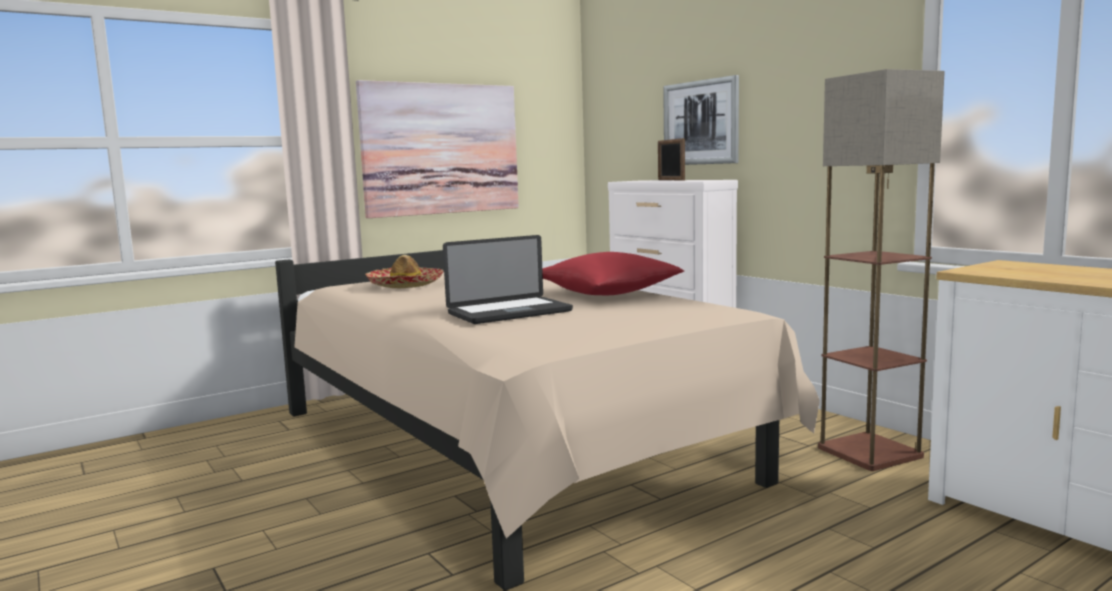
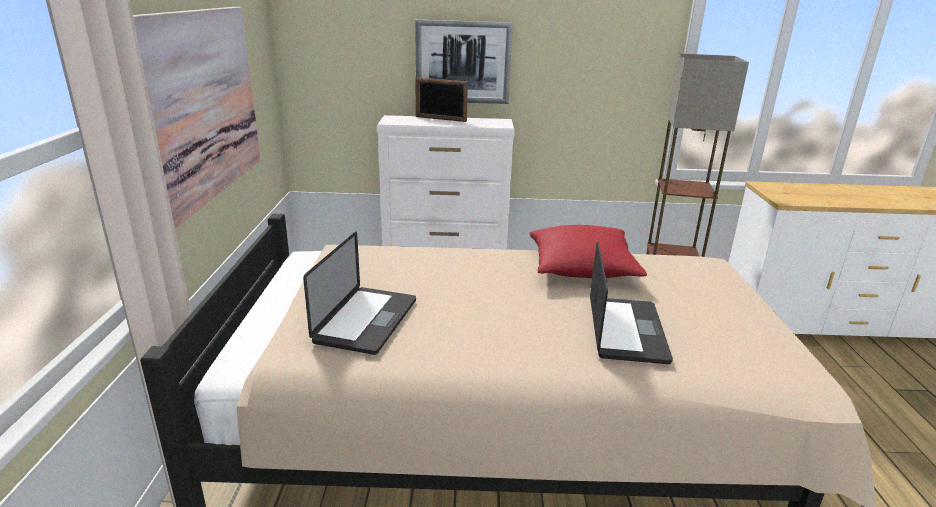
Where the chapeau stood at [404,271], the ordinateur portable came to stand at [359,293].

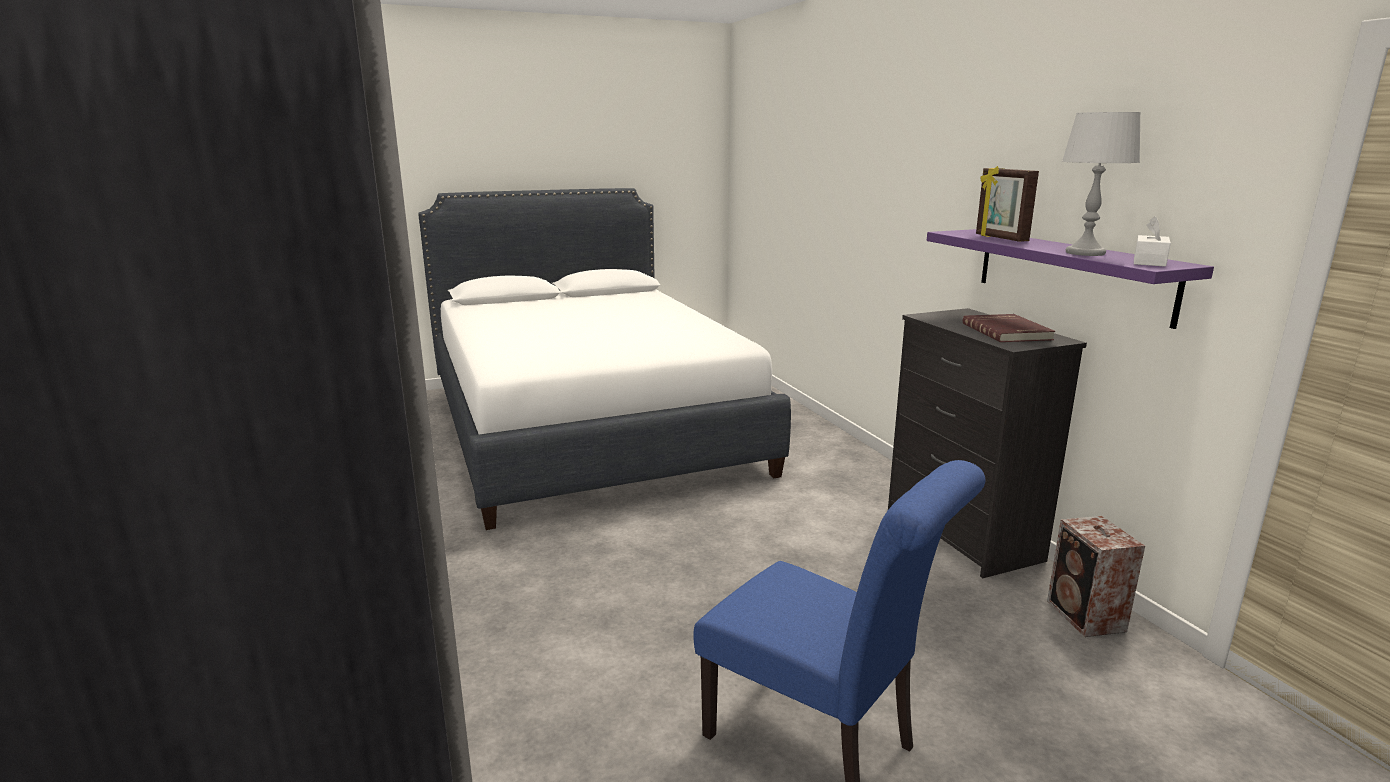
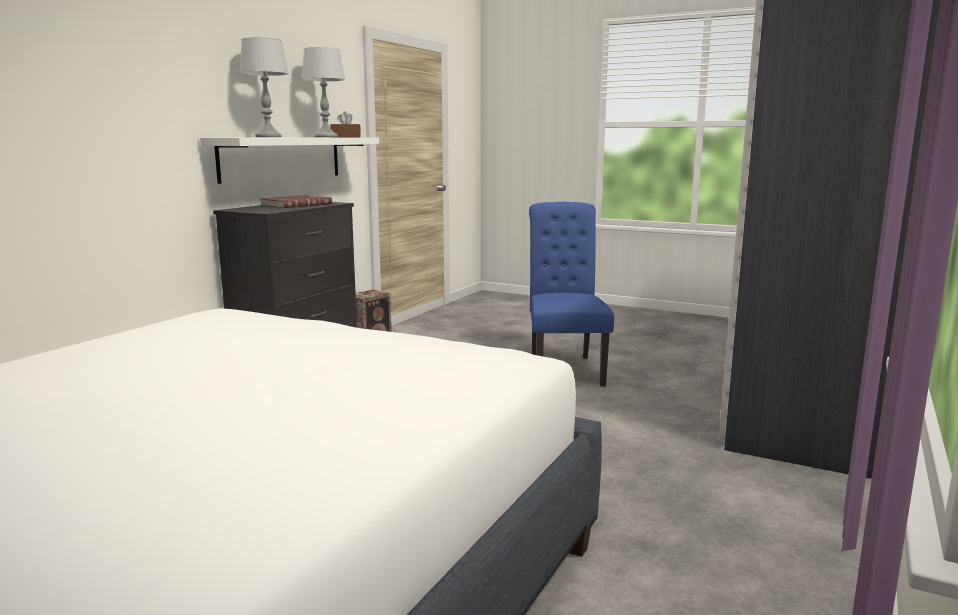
Where the cadre photo stood at [1007,204], the lampe de table/gris came to stand at [264,87].
What was the boîte à mouchoirs/blanc at [1152,241] turned into the boîte à mouchoirs/marron at [345,124].
What was the étagère/violet at [1070,279] turned into the étagère/blanc at [289,161].

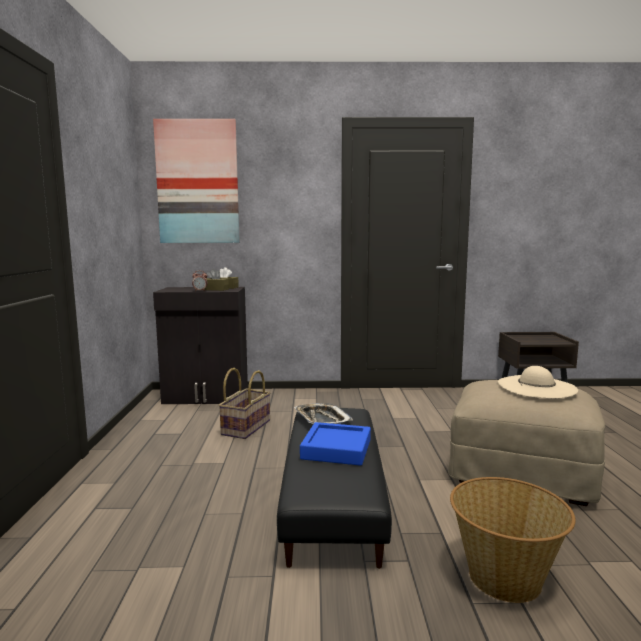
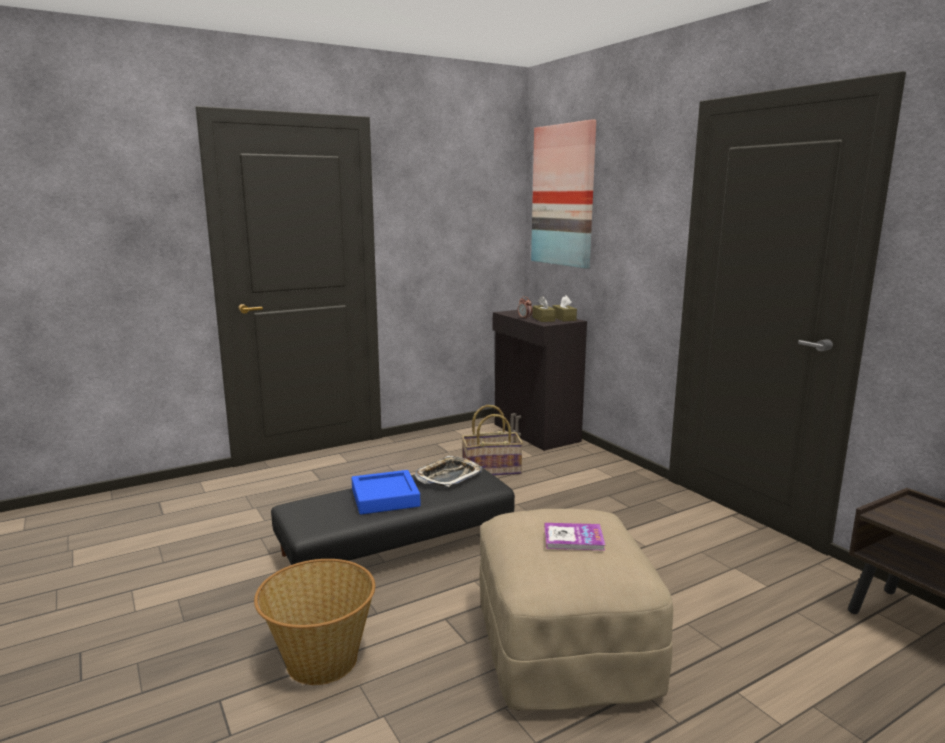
Where the chapeau/beige stood at [538,382], the livre came to stand at [574,537].

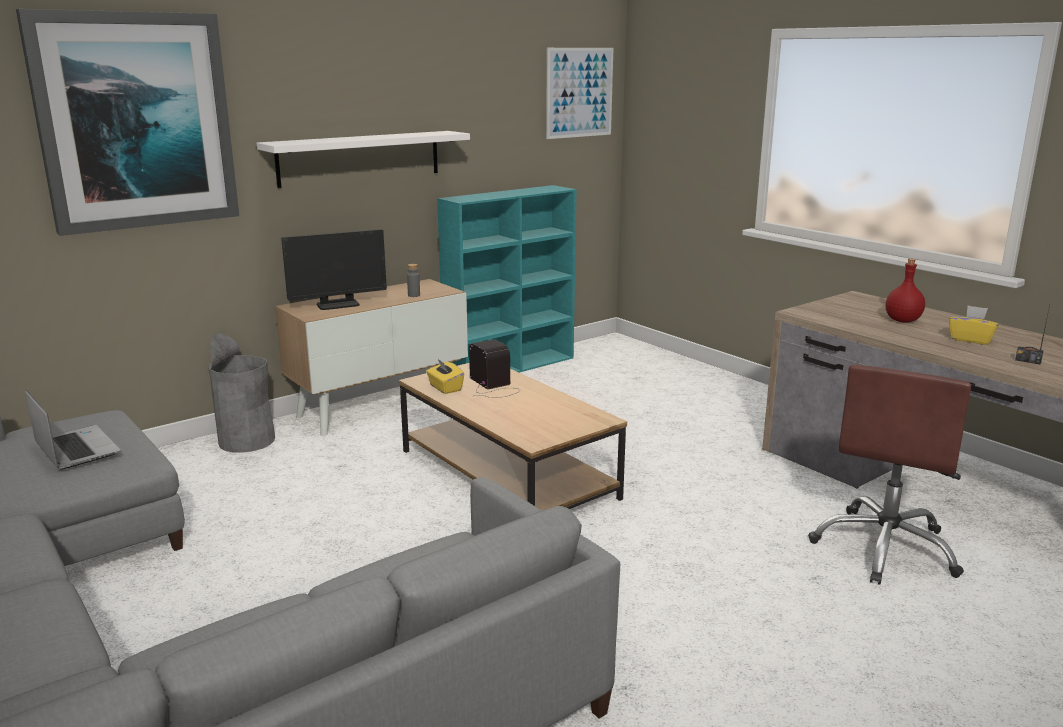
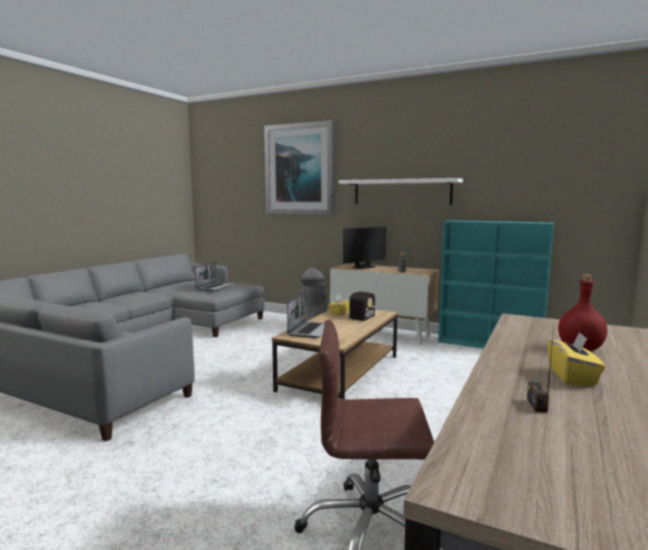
The second view lost the tableau at [579,93].
The écran d'ordinateur at [334,269] ended up facing another way, 75 degrees counterclockwise from before.
The second view gained the ordinateur portable at [310,315].

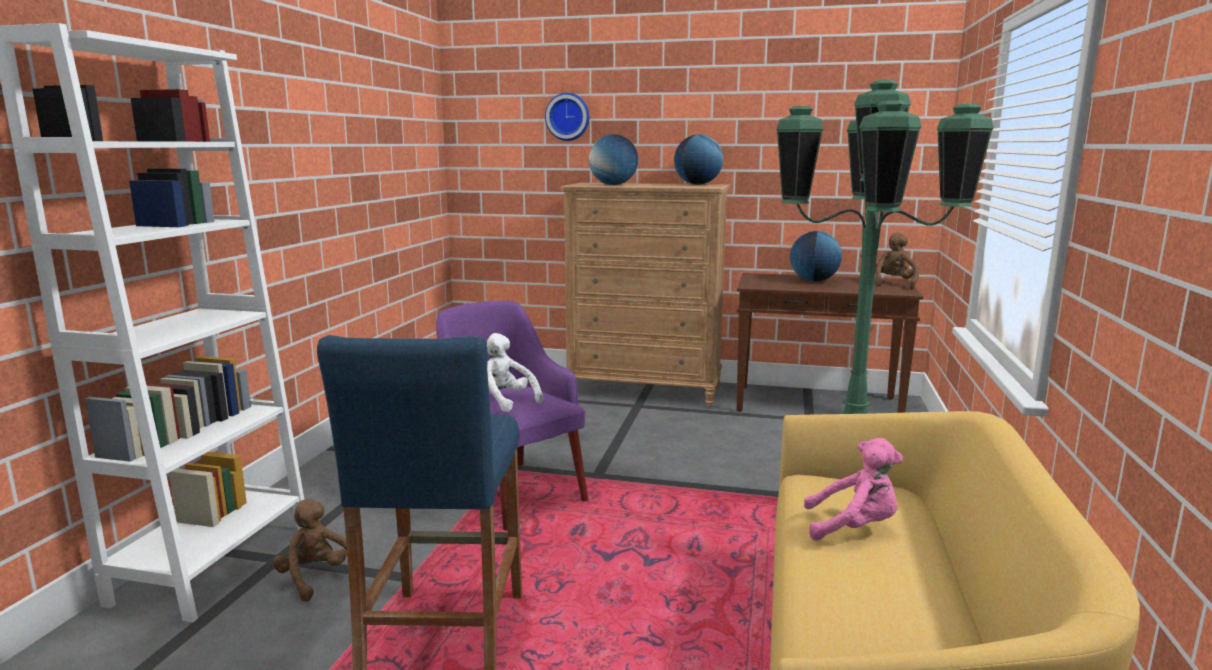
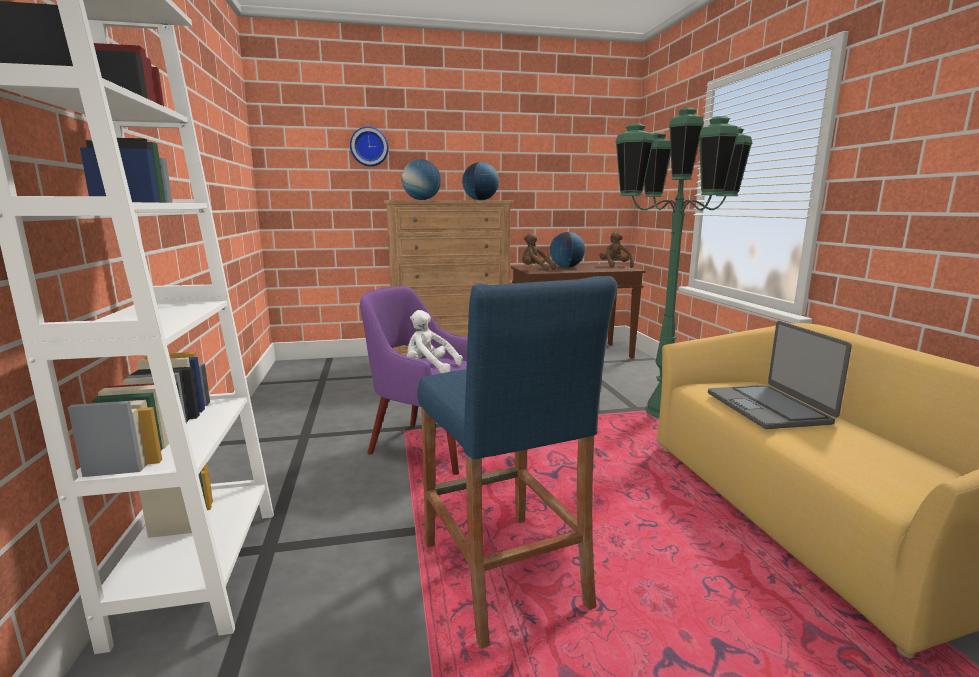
Where the peluche/rose stood at [853,489], the ordinateur portable came to stand at [780,375].
The peluche/marron ended up elsewhere, having gone from [310,550] to [539,252].

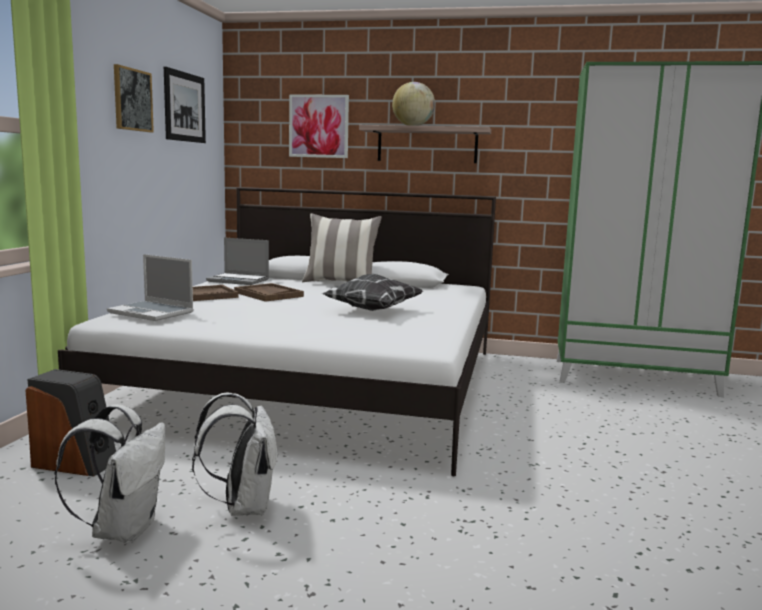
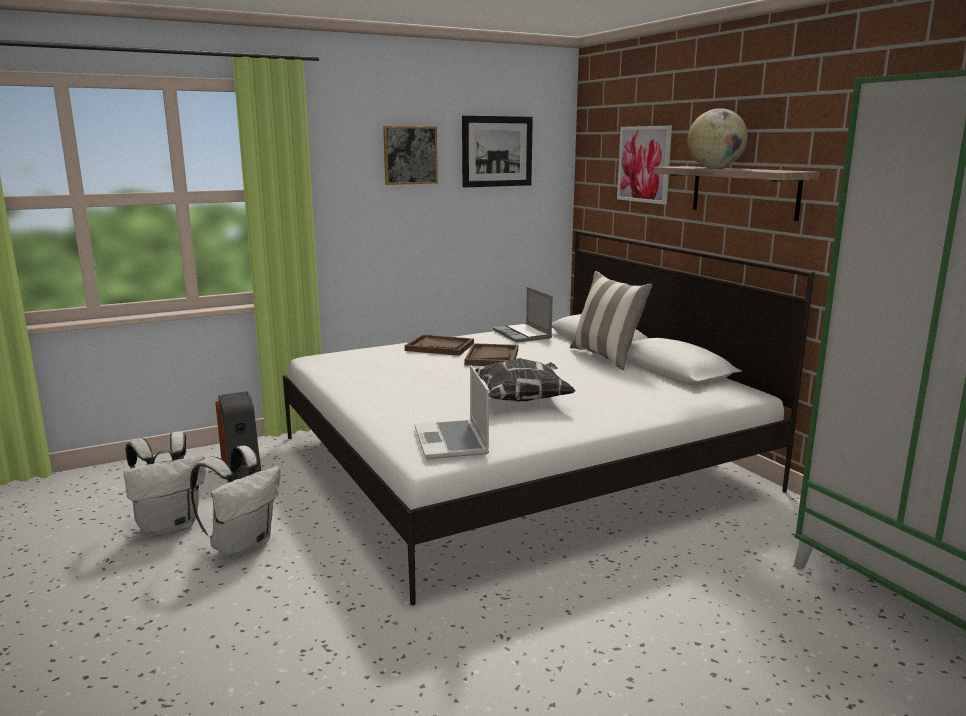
The ordinateur portable ended up elsewhere, having gone from [150,287] to [452,412].

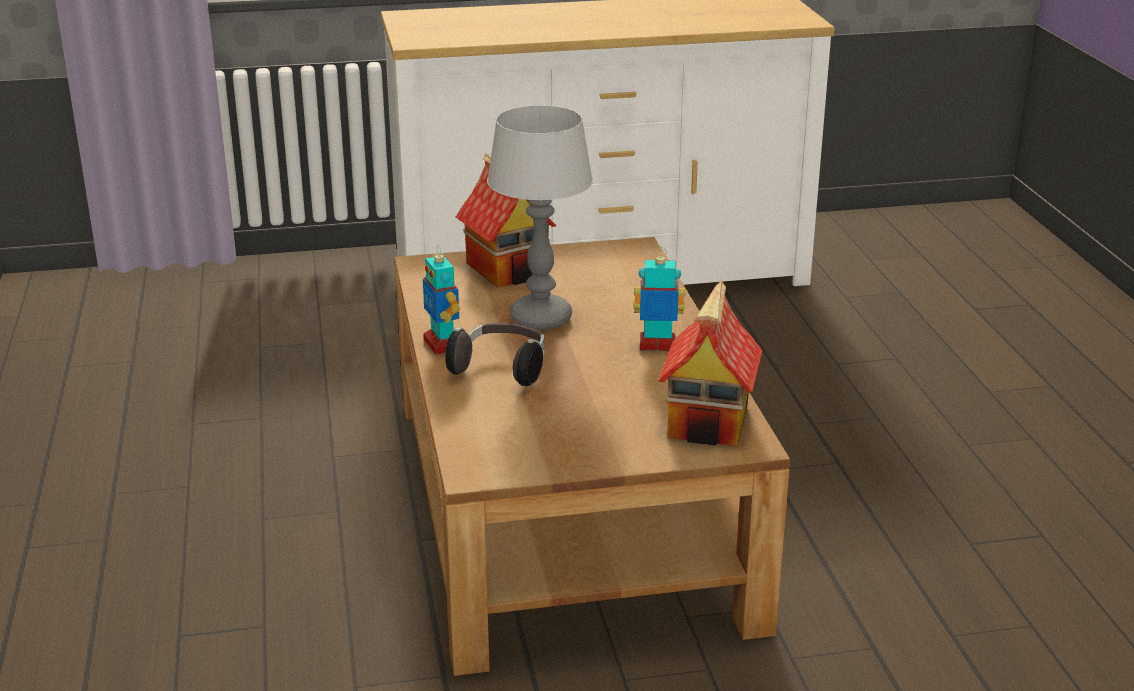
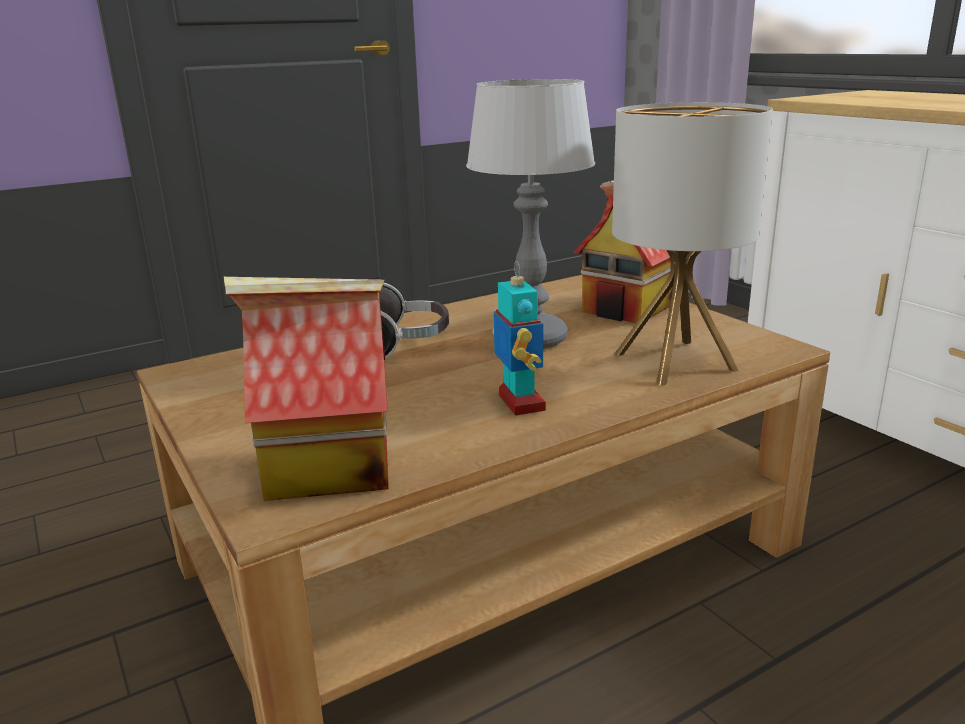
The second view lost the robot jouet at [441,300].
The second view gained the lampe de table at [692,244].

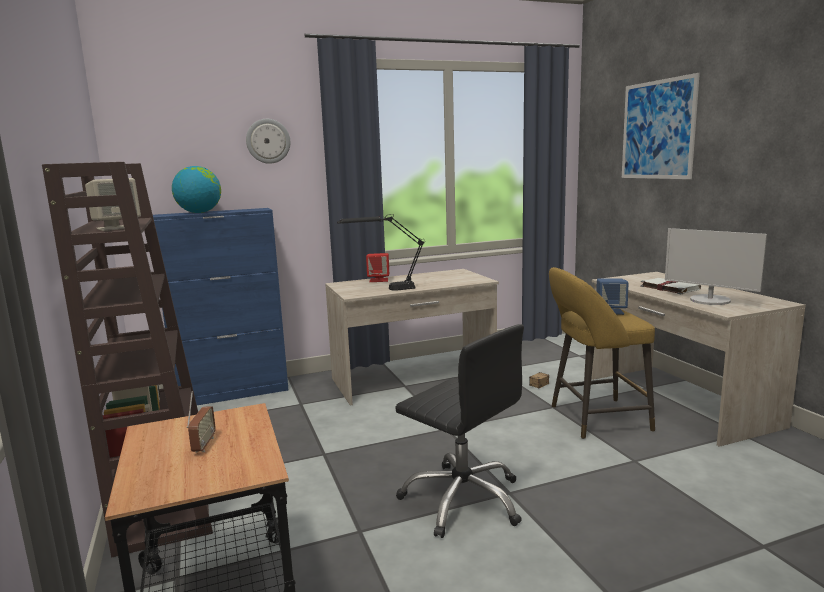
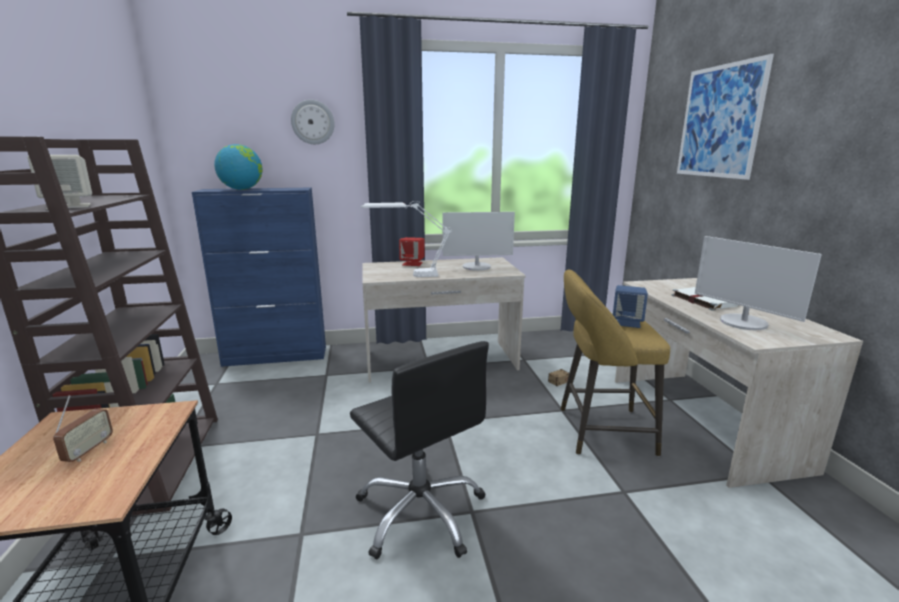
What was the lampe de table/noir at [381,252] turned into the lampe de table/blanc at [406,239].
The second view gained the écran d'ordinateur at [478,241].

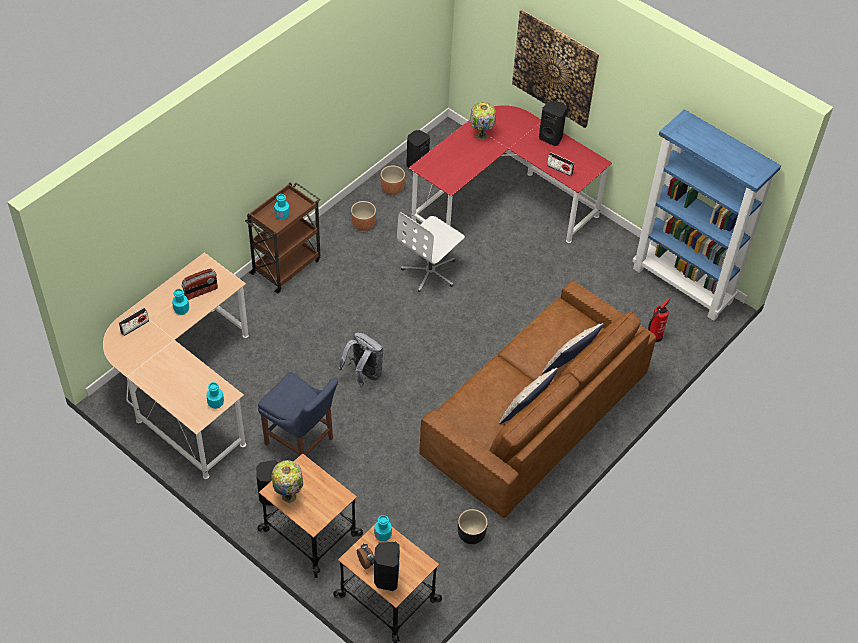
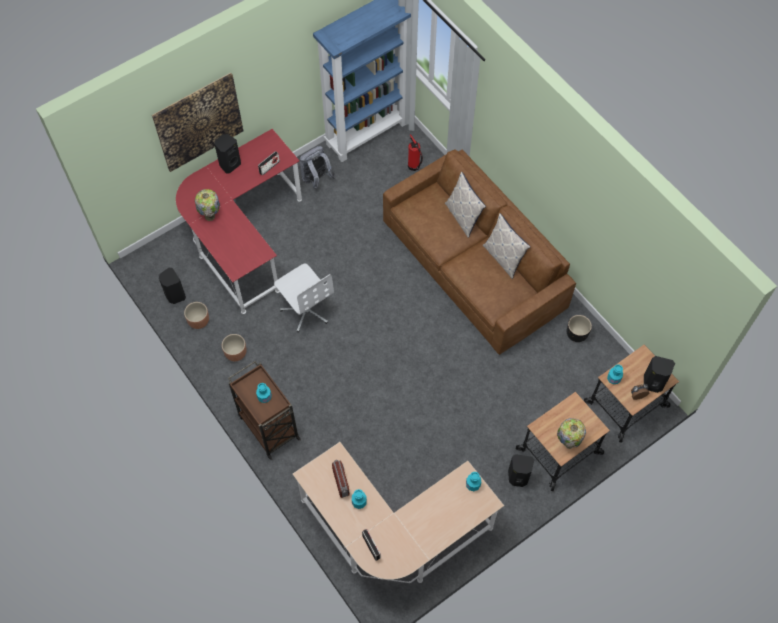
The sac à dos/gris ended up elsewhere, having gone from [361,360] to [317,168].
The second view lost the chaise/bleu at [298,414].

